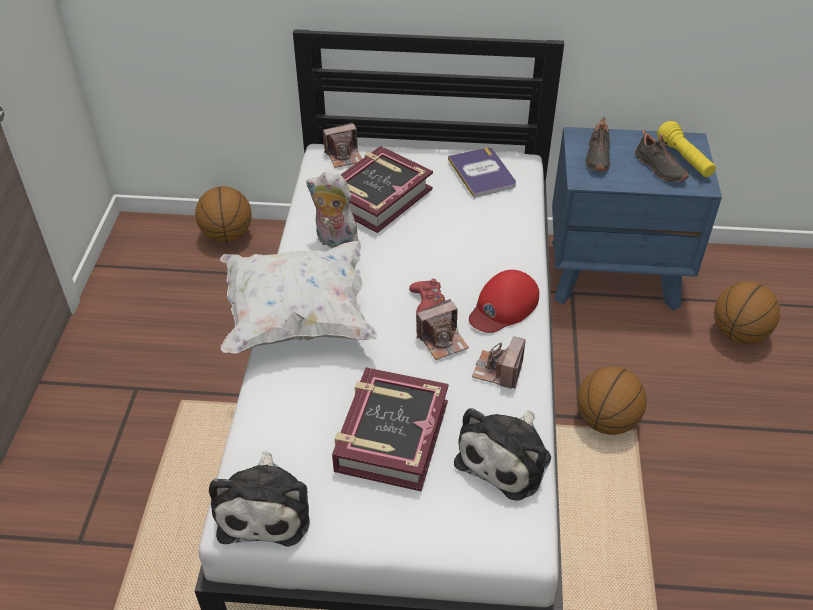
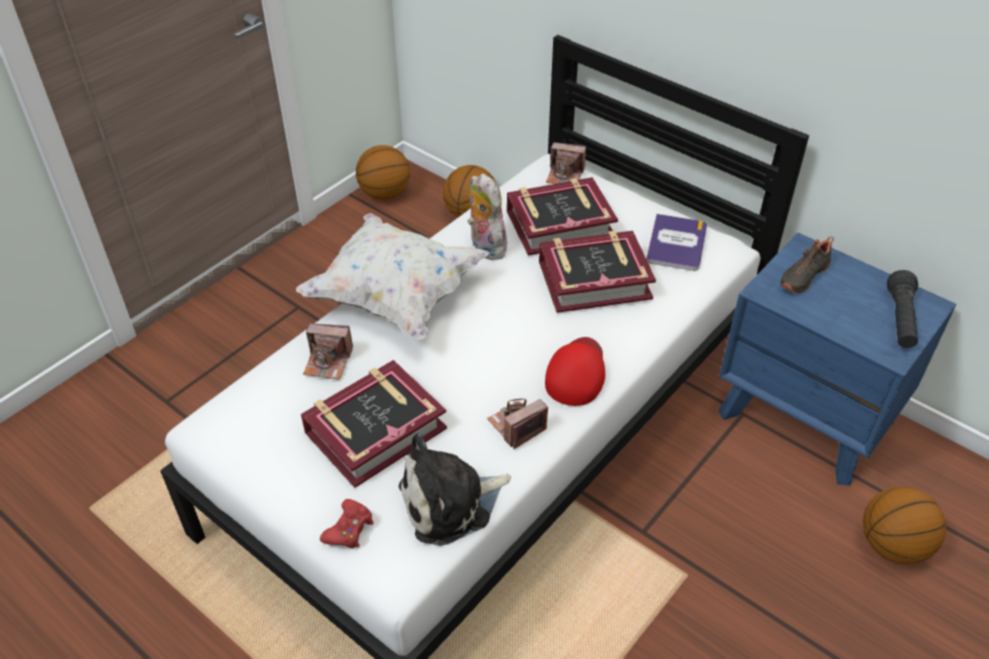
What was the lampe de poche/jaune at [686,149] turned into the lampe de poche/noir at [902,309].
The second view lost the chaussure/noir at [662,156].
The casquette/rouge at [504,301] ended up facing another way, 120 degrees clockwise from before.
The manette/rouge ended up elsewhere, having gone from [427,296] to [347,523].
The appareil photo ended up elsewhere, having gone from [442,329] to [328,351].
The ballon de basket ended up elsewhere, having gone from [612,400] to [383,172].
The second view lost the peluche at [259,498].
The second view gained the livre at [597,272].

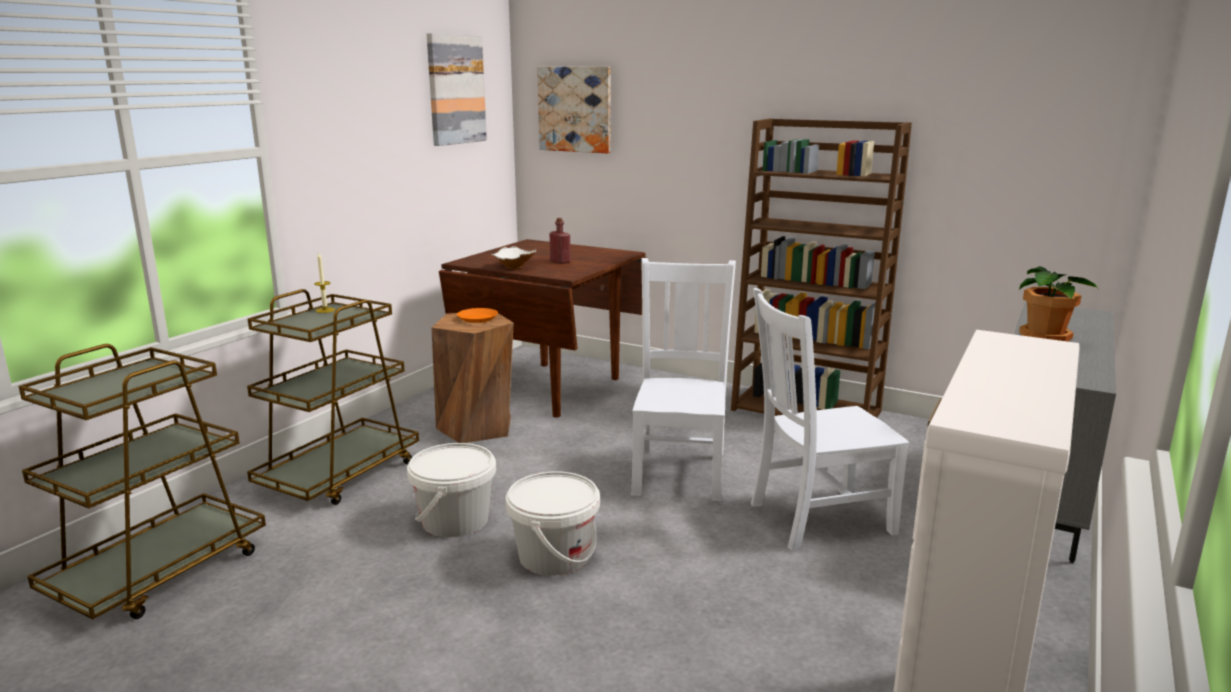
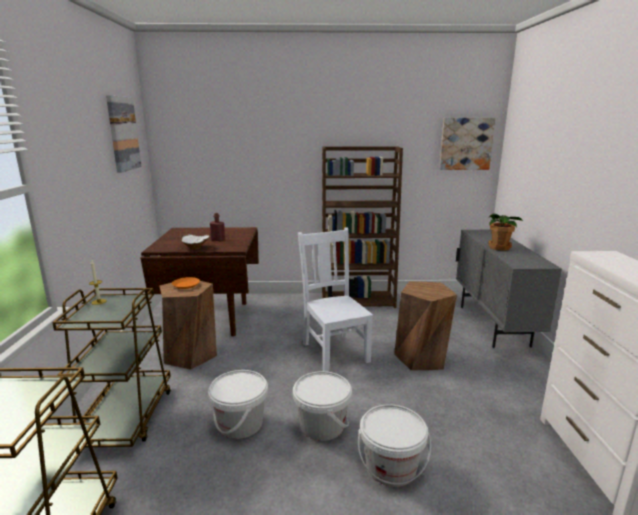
The tableau ended up elsewhere, having gone from [574,110] to [467,144].
Where the chaise/blanc stood at [830,419], the tabouret/marron came to stand at [425,326].
The second view gained the seau/blanc at [394,445].

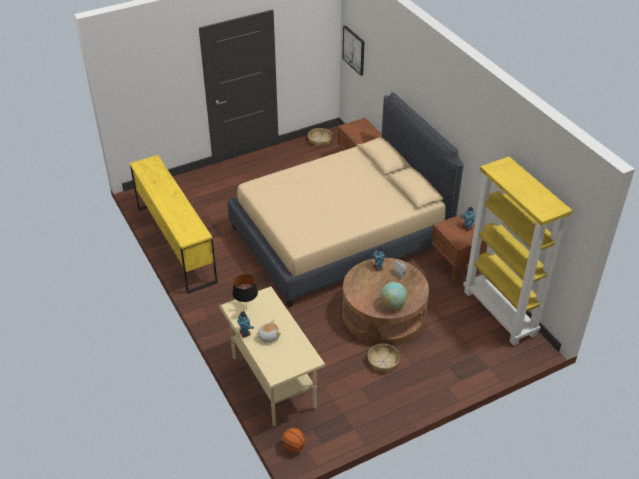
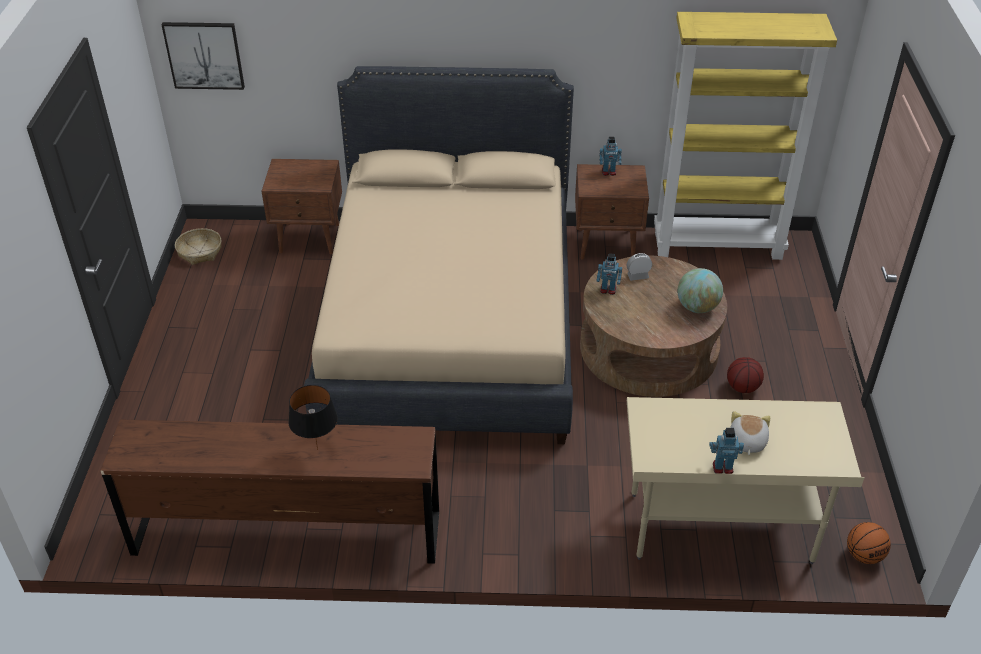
What was the commode/jaune at [173,224] turned into the commode/marron at [269,491].
The lampe de table/noir ended up elsewhere, having gone from [245,291] to [313,417].
Where the panier stood at [384,358], the ballon de basket came to stand at [745,375].

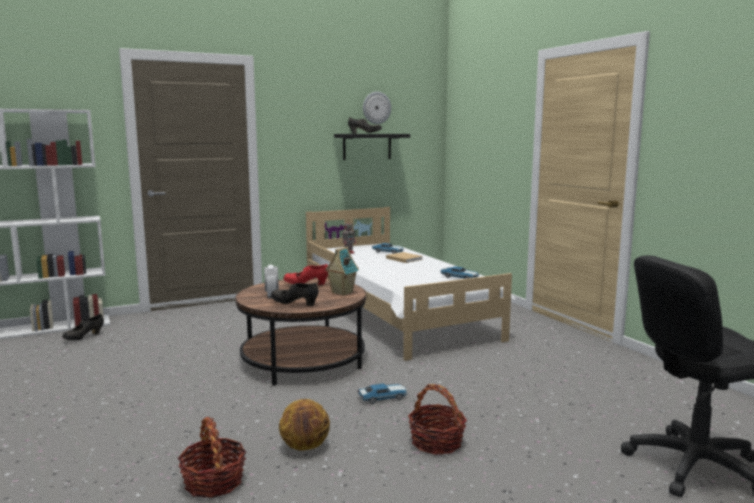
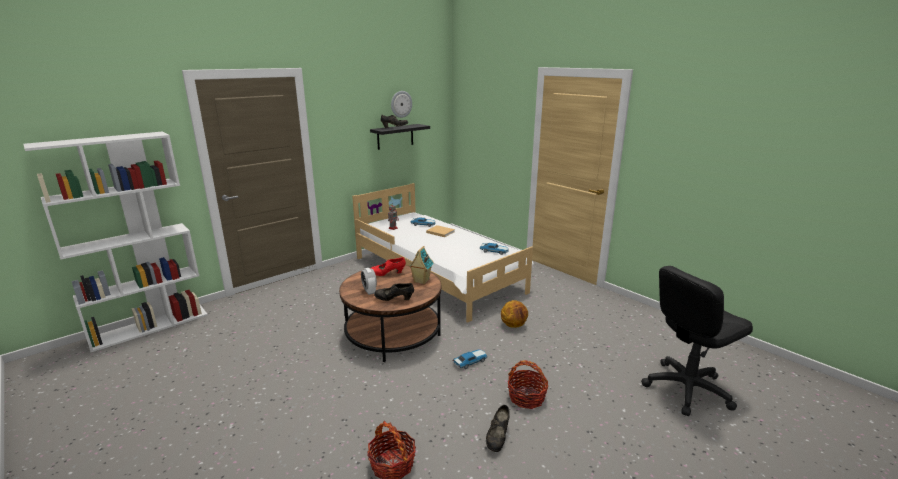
The chaussure/noir ended up elsewhere, having gone from [83,327] to [498,428].
The ballon de basket ended up elsewhere, having gone from [304,425] to [514,314].

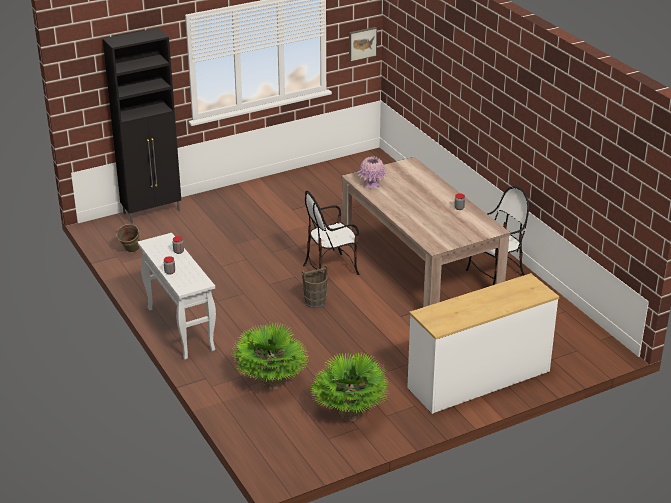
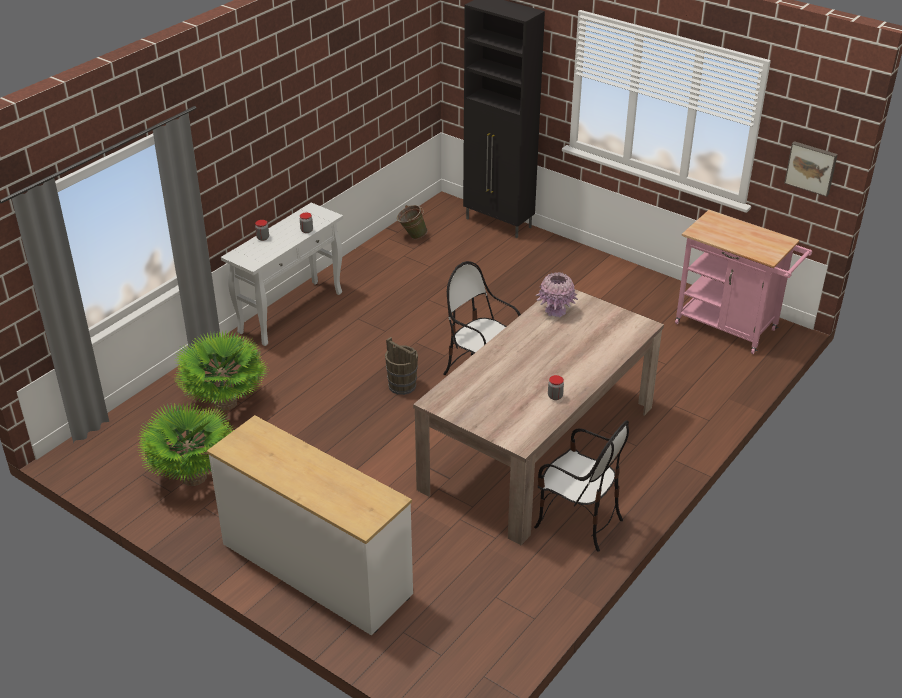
The second view gained the chariot/rose at [743,282].

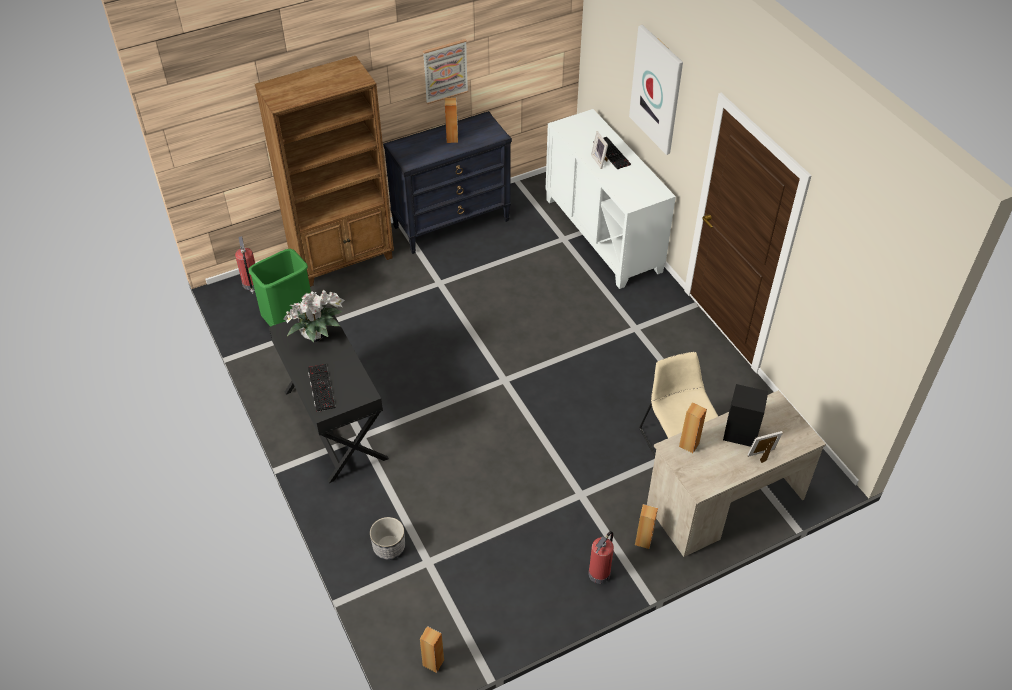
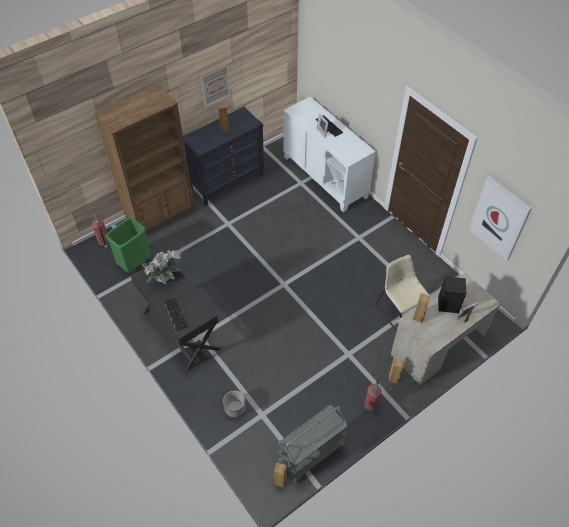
The tableau ended up elsewhere, having gone from [656,90] to [500,218].
The second view gained the chariot/gris at [313,444].

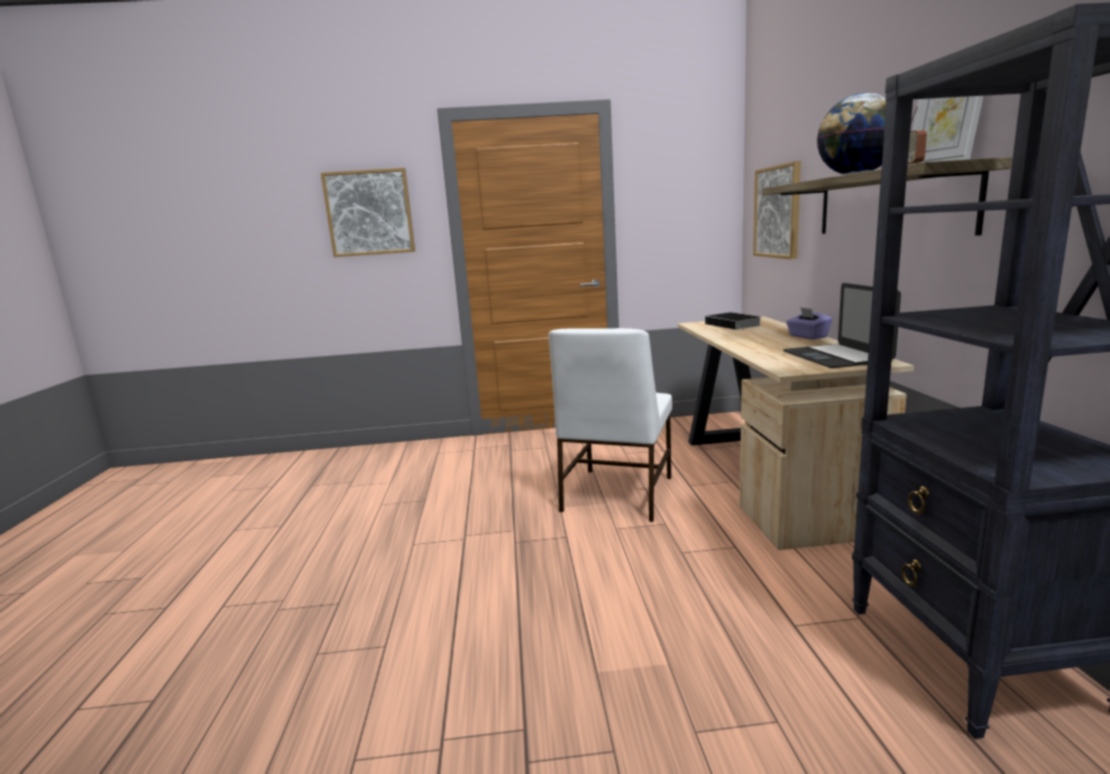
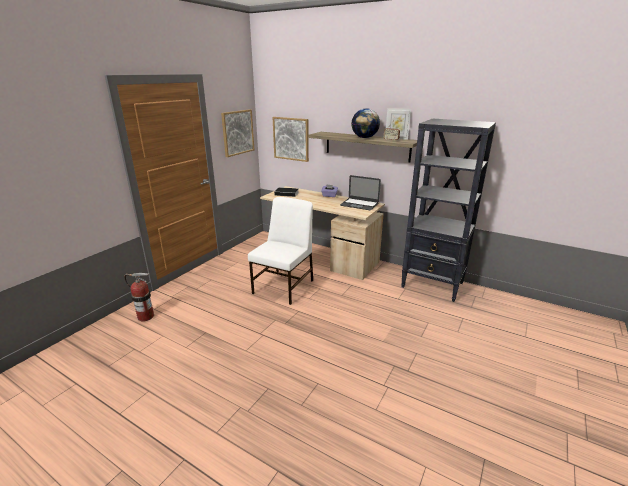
The tableau ended up elsewhere, having gone from [368,212] to [237,133].
The chaise/blanc at [610,425] ended up facing another way, 120 degrees counterclockwise from before.
The second view gained the extincteur at [139,297].

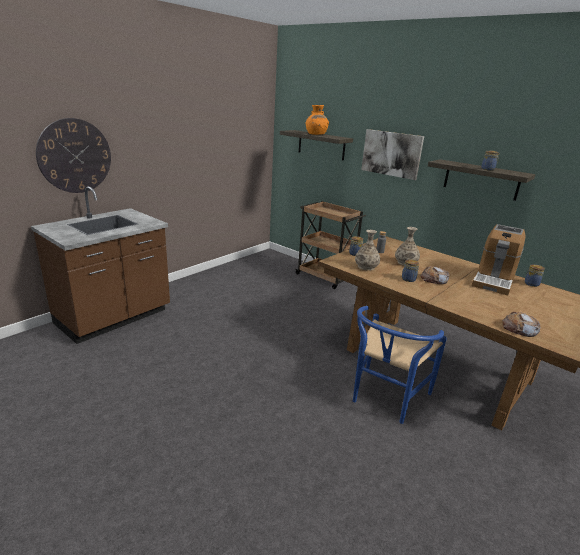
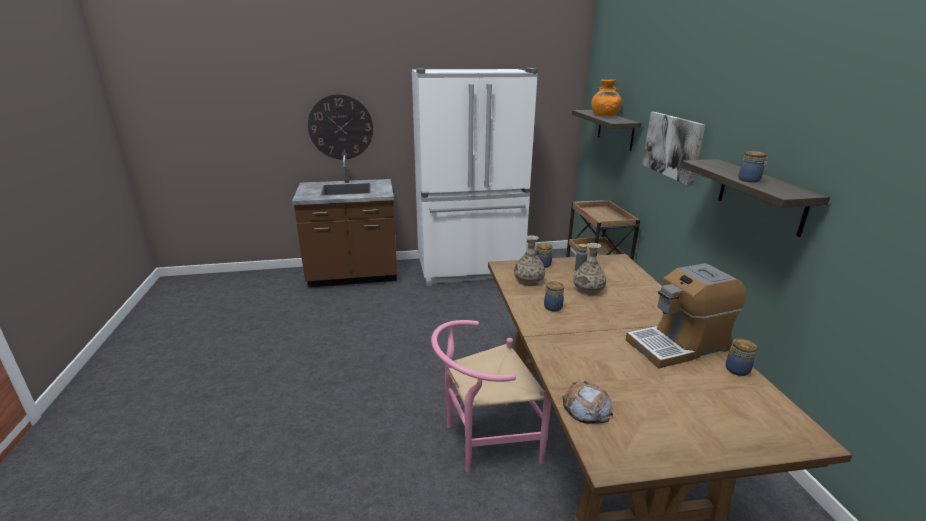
The second view lost the pain at [435,275].
What was the chaise/bleu at [400,365] turned into the chaise/rose at [491,396].
The second view gained the réfrigérateur/blanc at [475,177].

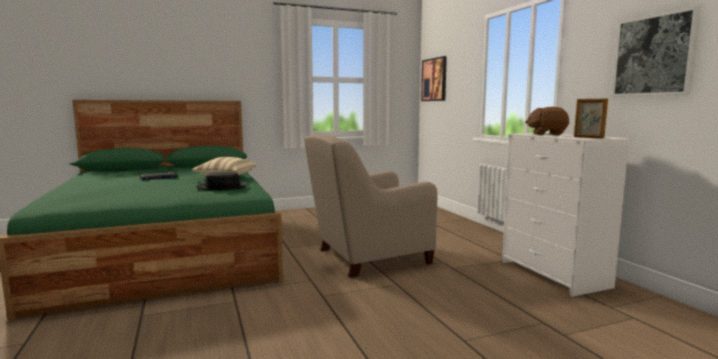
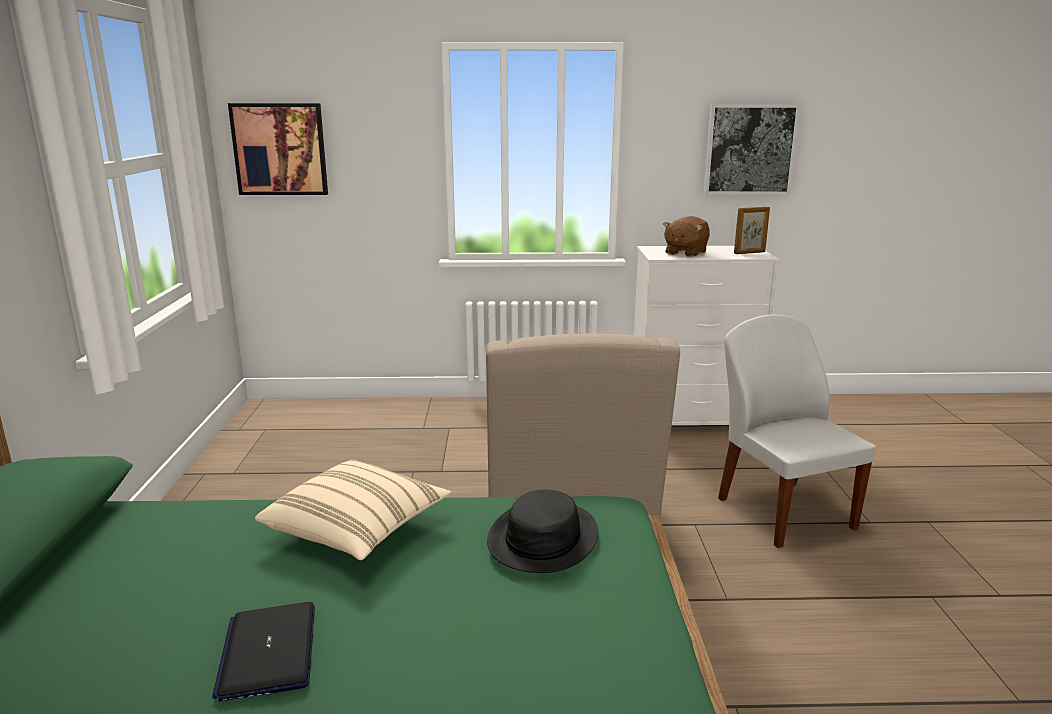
The second view gained the chaise/blanc at [797,431].

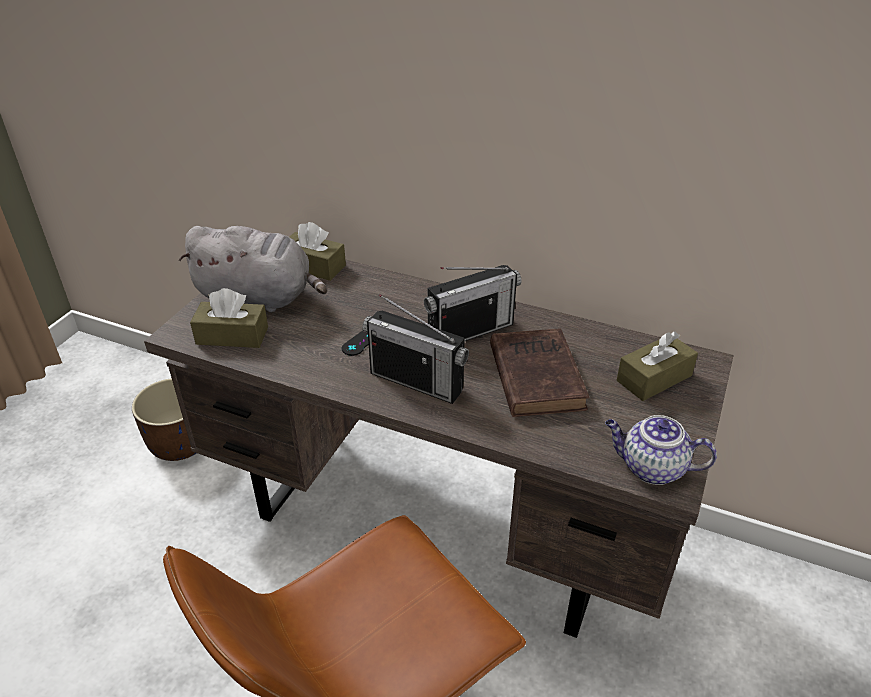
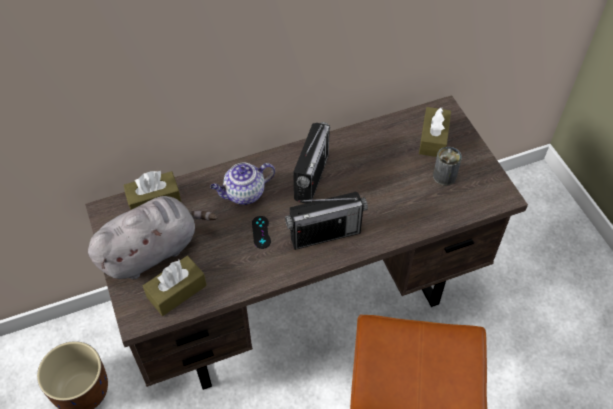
The second view lost the livre/marron at [540,373].
The théière ended up elsewhere, having gone from [661,450] to [242,183].
The second view gained the boîte métallique at [447,166].

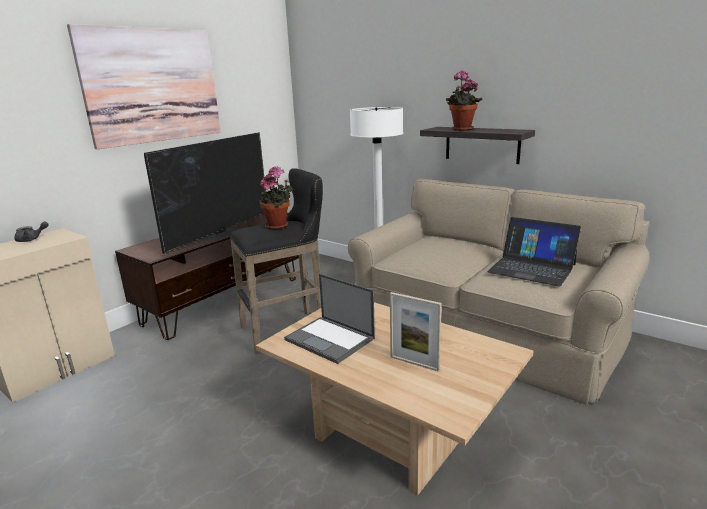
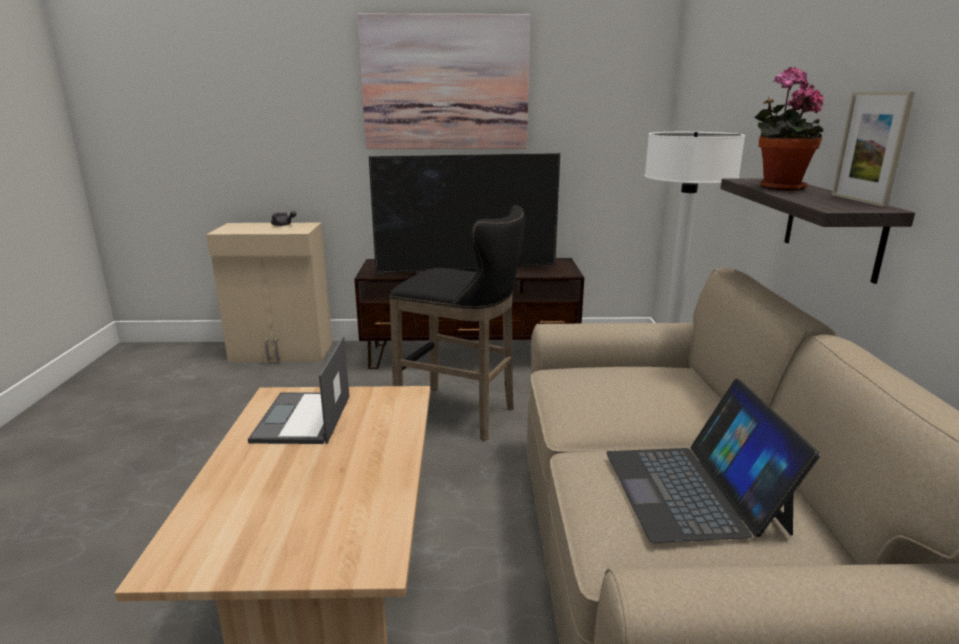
The second view lost the plante en pot at [276,197].
The cadre photo ended up elsewhere, having gone from [416,331] to [873,149].

